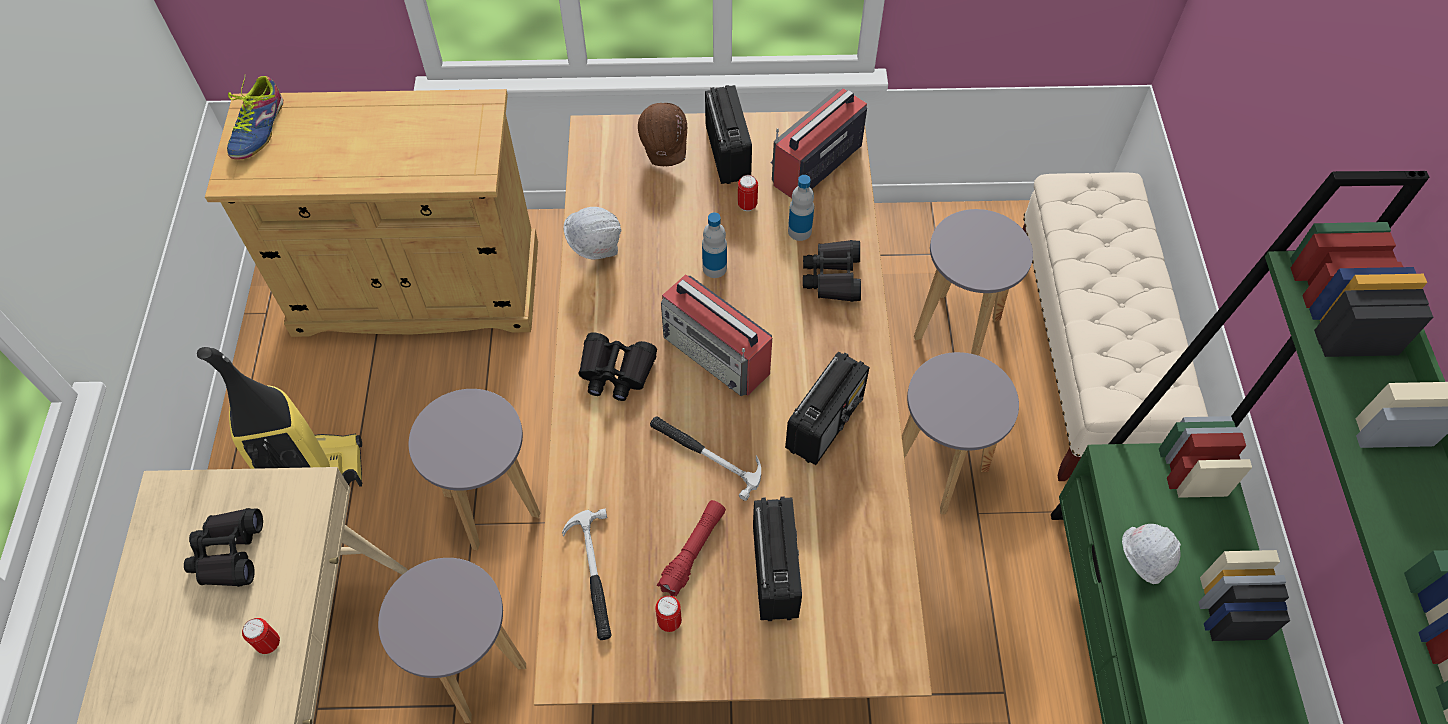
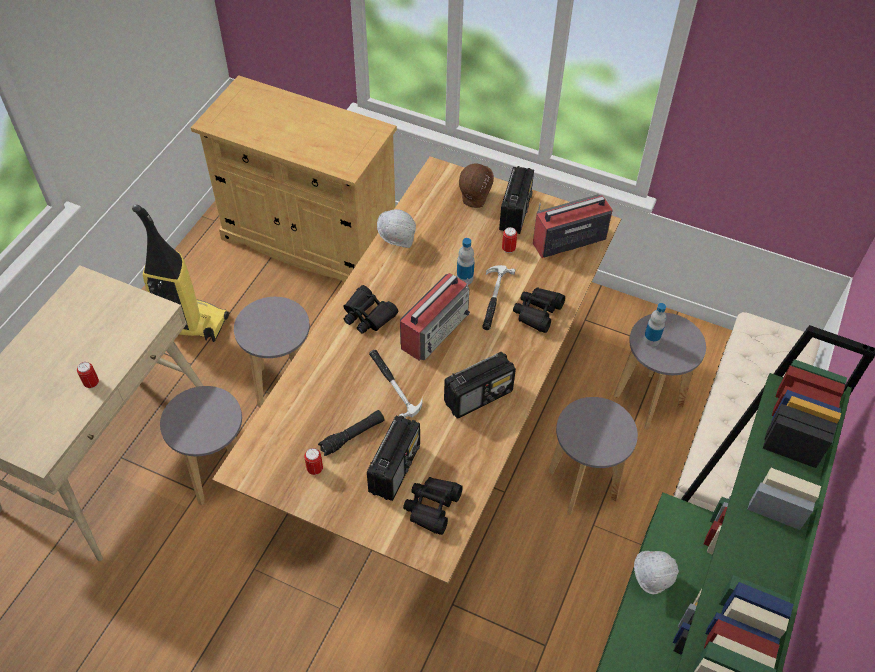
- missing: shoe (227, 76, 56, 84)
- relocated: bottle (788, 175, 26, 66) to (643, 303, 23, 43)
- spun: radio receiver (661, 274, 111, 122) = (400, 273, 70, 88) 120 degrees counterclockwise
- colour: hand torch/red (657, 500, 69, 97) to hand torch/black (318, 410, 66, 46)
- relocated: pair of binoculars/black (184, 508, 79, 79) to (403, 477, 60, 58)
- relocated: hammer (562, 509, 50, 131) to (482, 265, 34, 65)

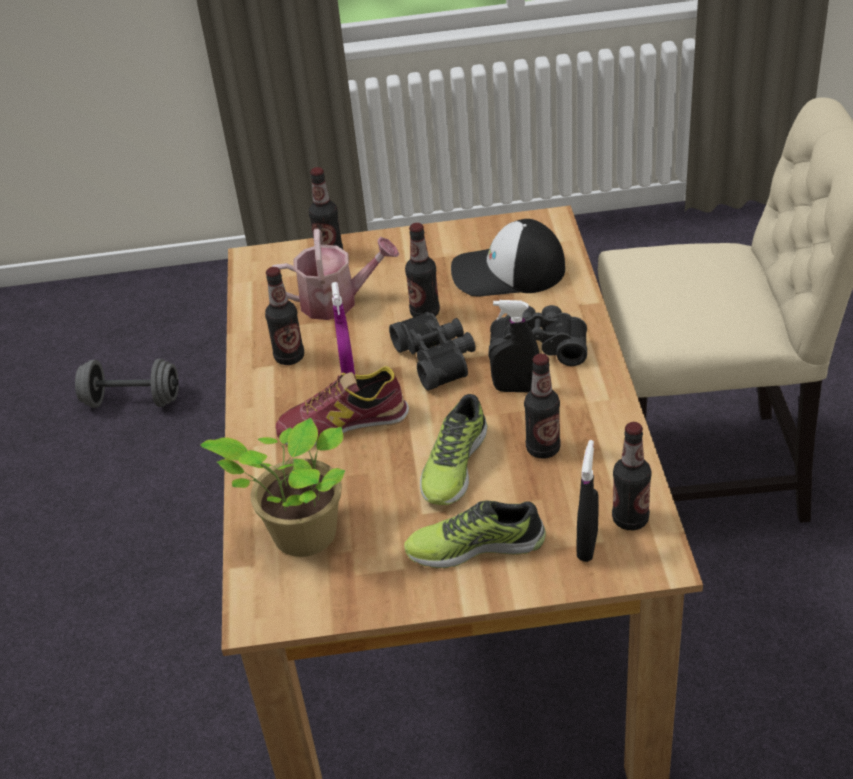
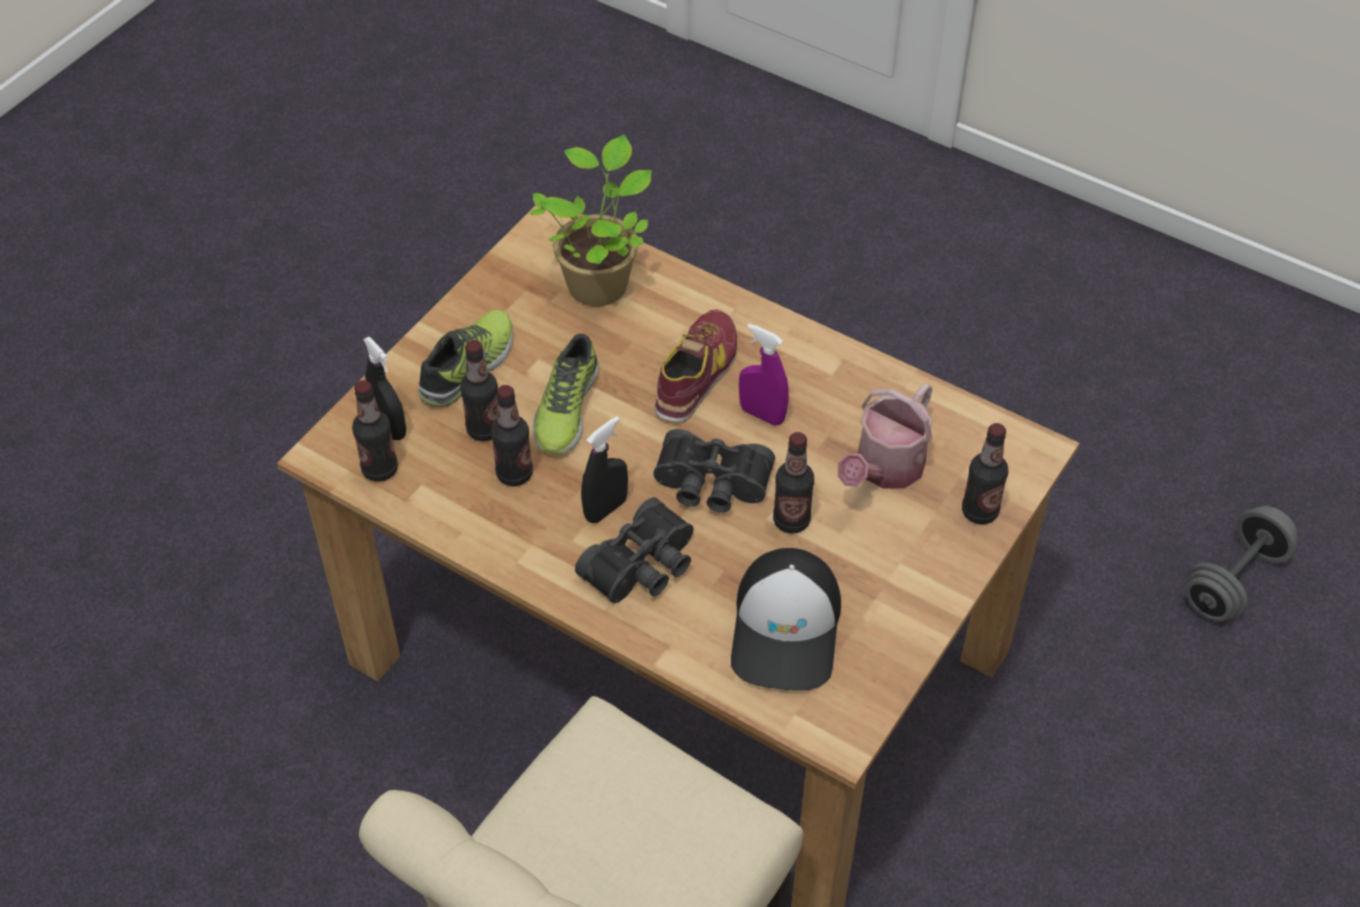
- spun: cap (451, 219, 114, 77) = (731, 548, 110, 143) 150 degrees clockwise
- relocated: bottle (265, 267, 39, 98) to (460, 340, 38, 101)
- spun: shoe (420, 394, 67, 111) = (532, 334, 67, 120) 135 degrees counterclockwise

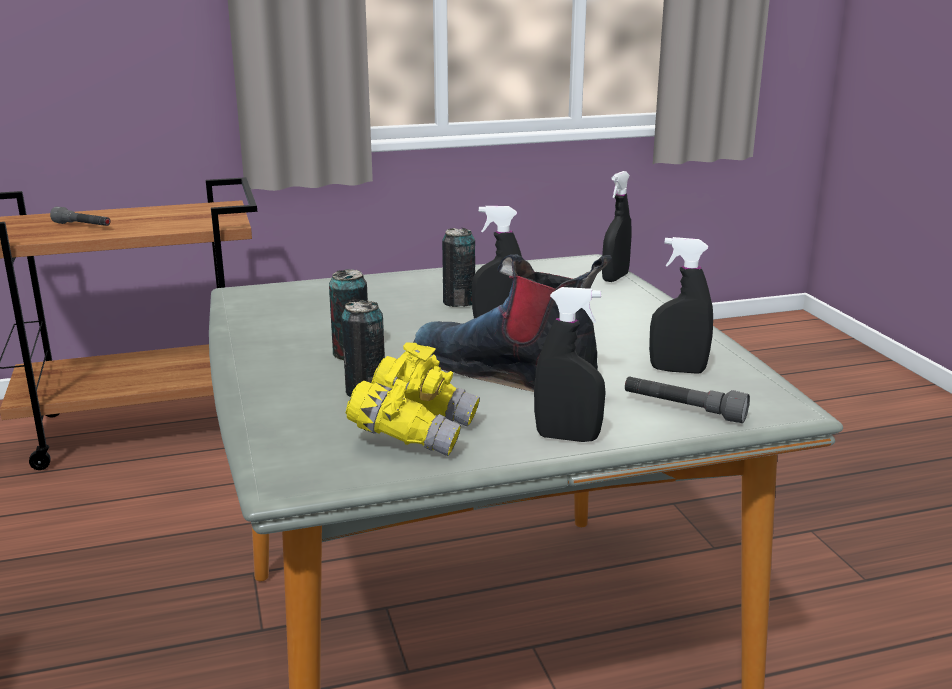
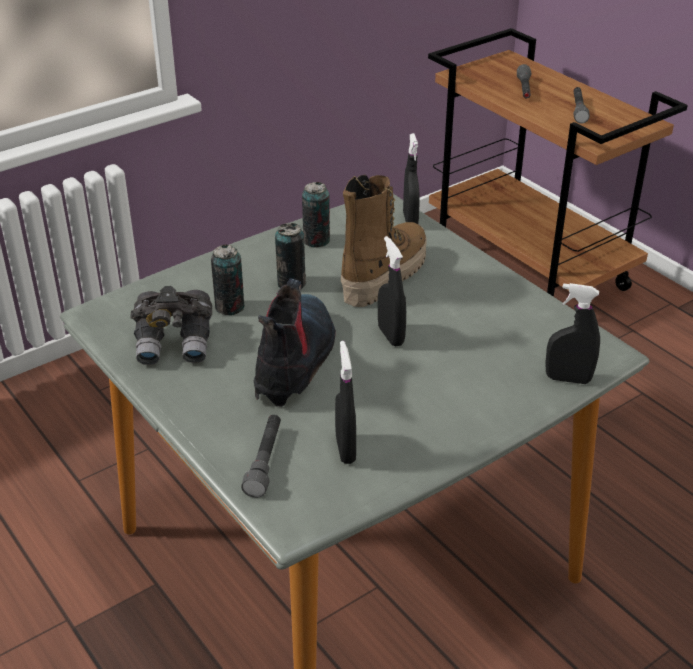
- relocated: sealed can (442, 228, 33, 79) to (302, 182, 28, 66)
- relocated: sprayer/black (534, 287, 71, 155) to (403, 133, 17, 91)
- colour: pair of binoculars/yellow-coloured (346, 343, 134, 113) to pair of binoculars/greyish (130, 286, 82, 79)
- appeared: hand torch/greyish (573, 87, 17, 37)
- appeared: high-top boot (341, 175, 85, 132)

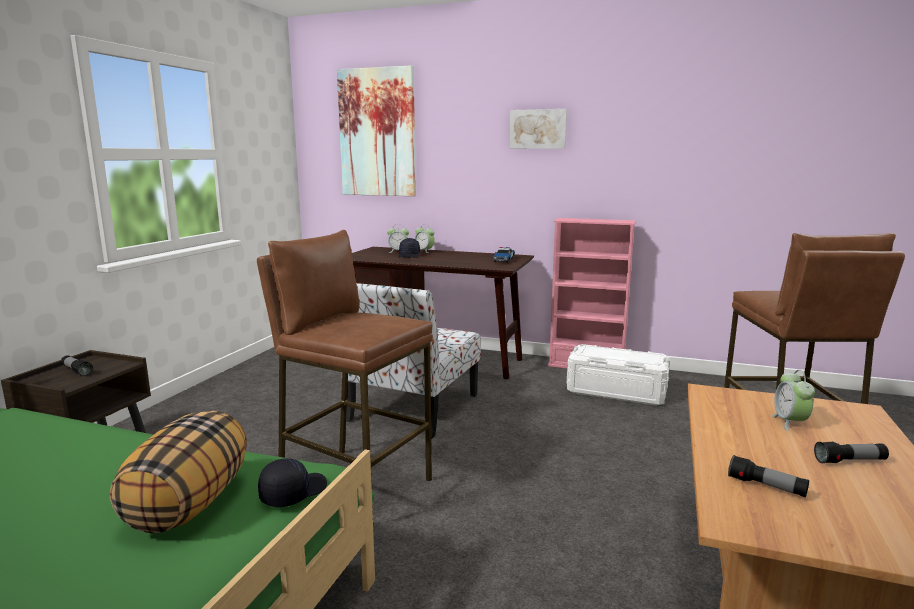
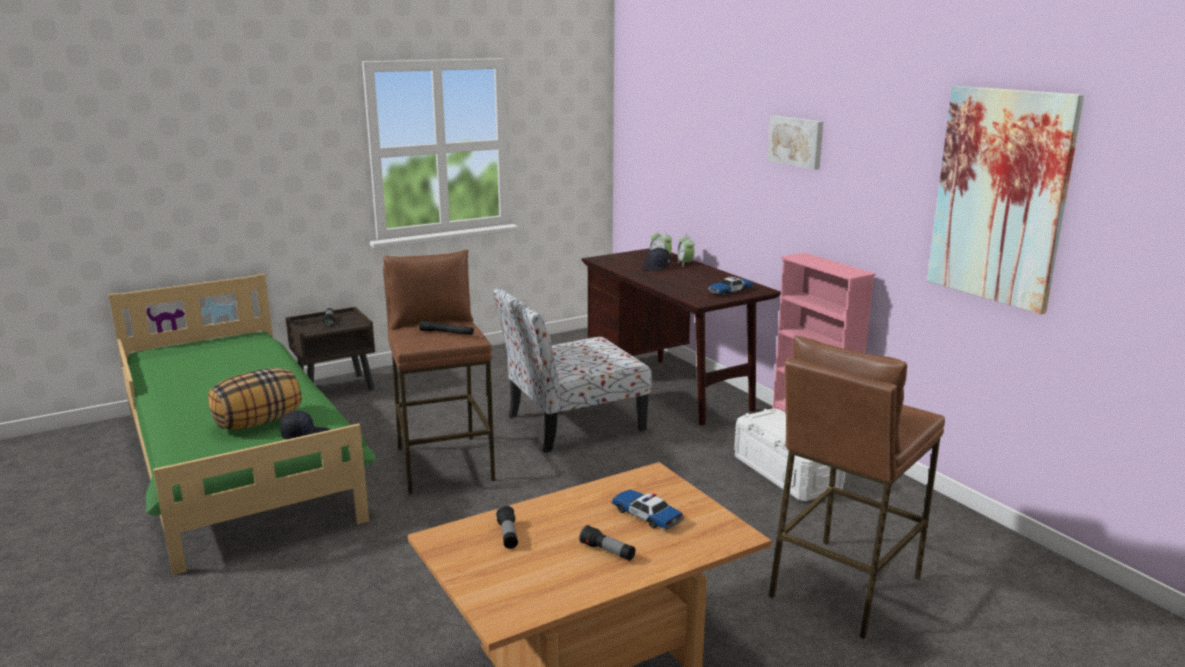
- relocated: picture (337, 65, 79, 131) to (927, 86, 157, 228)
- exchanged: alarm clock (771, 370, 44, 61) to toy car (611, 490, 73, 40)
- appeared: hand torch/black (419, 320, 55, 15)

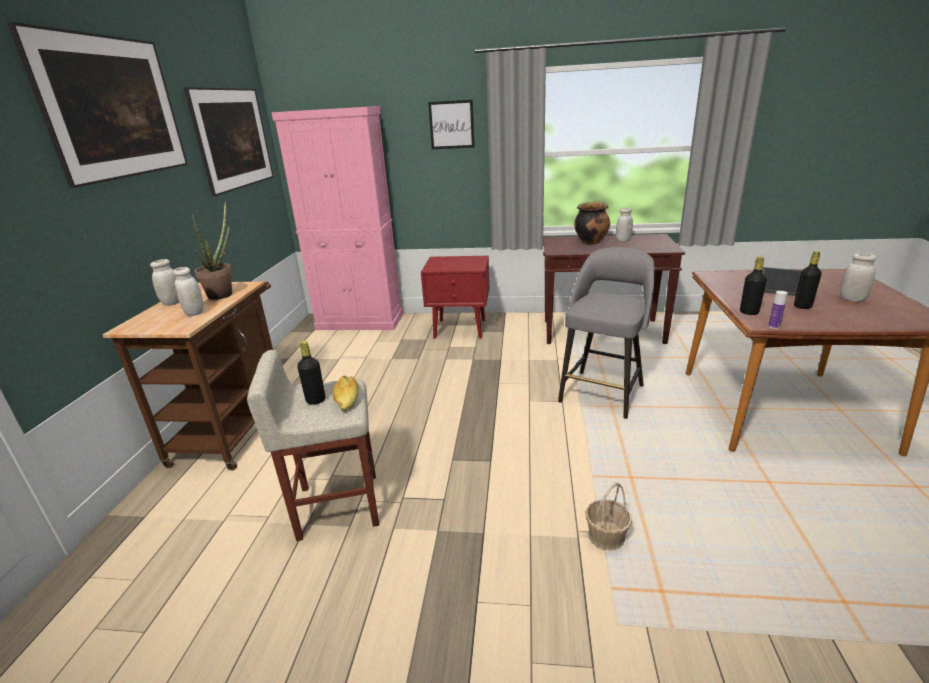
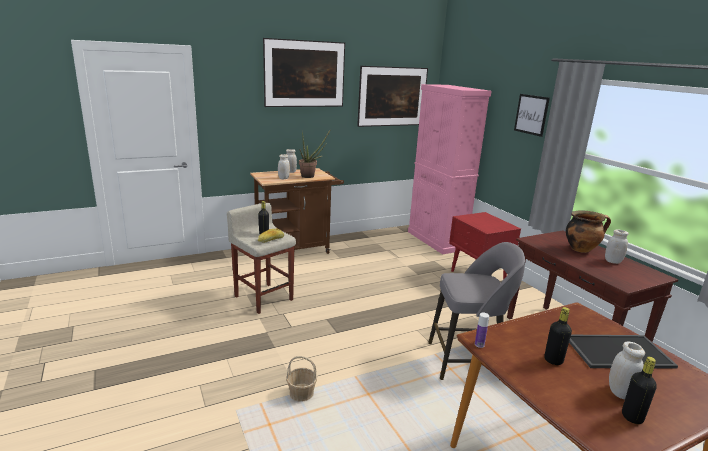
- relocated: bottle/black (740, 256, 27, 59) to (622, 357, 35, 67)

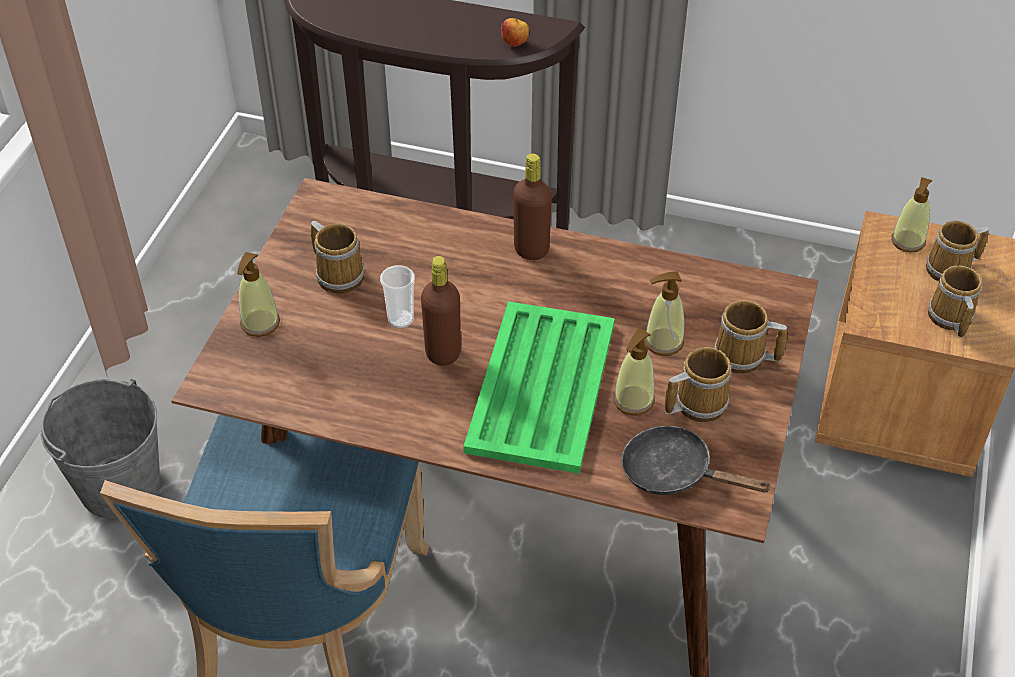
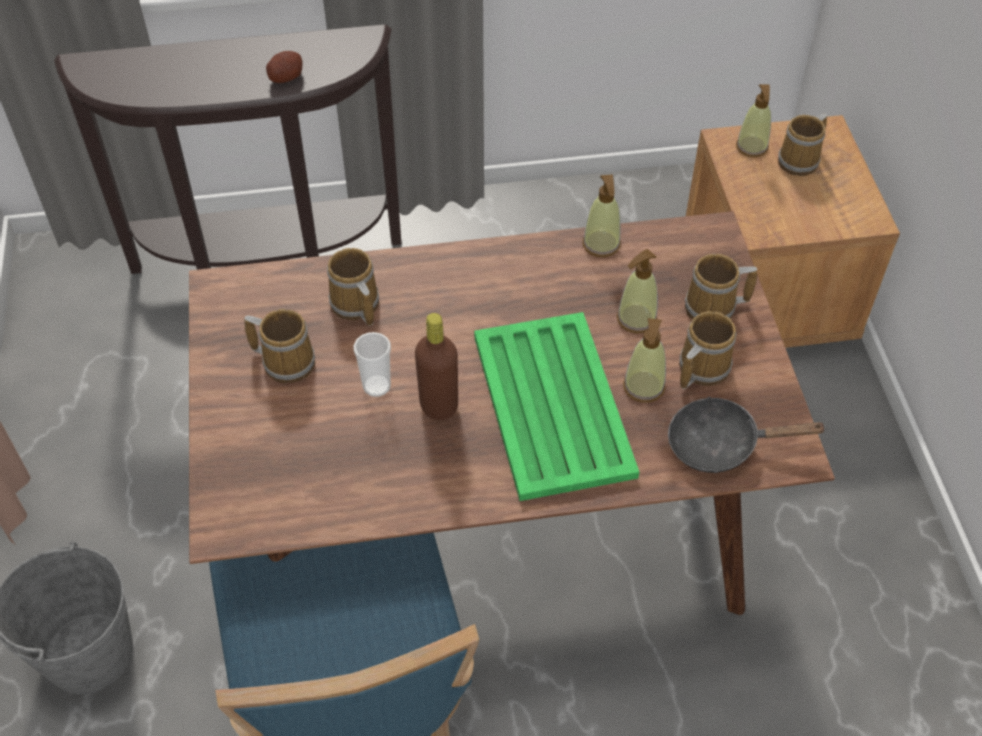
- missing: apple fruit (501, 18, 28, 29)
- missing: bottle/brown-coloured (513, 153, 39, 107)
- relocated: liquid soap bottle (237, 252, 43, 85) to (583, 174, 38, 83)
- relocated: mug (928, 265, 54, 73) to (327, 248, 52, 78)
- appeared: spud (266, 51, 36, 32)

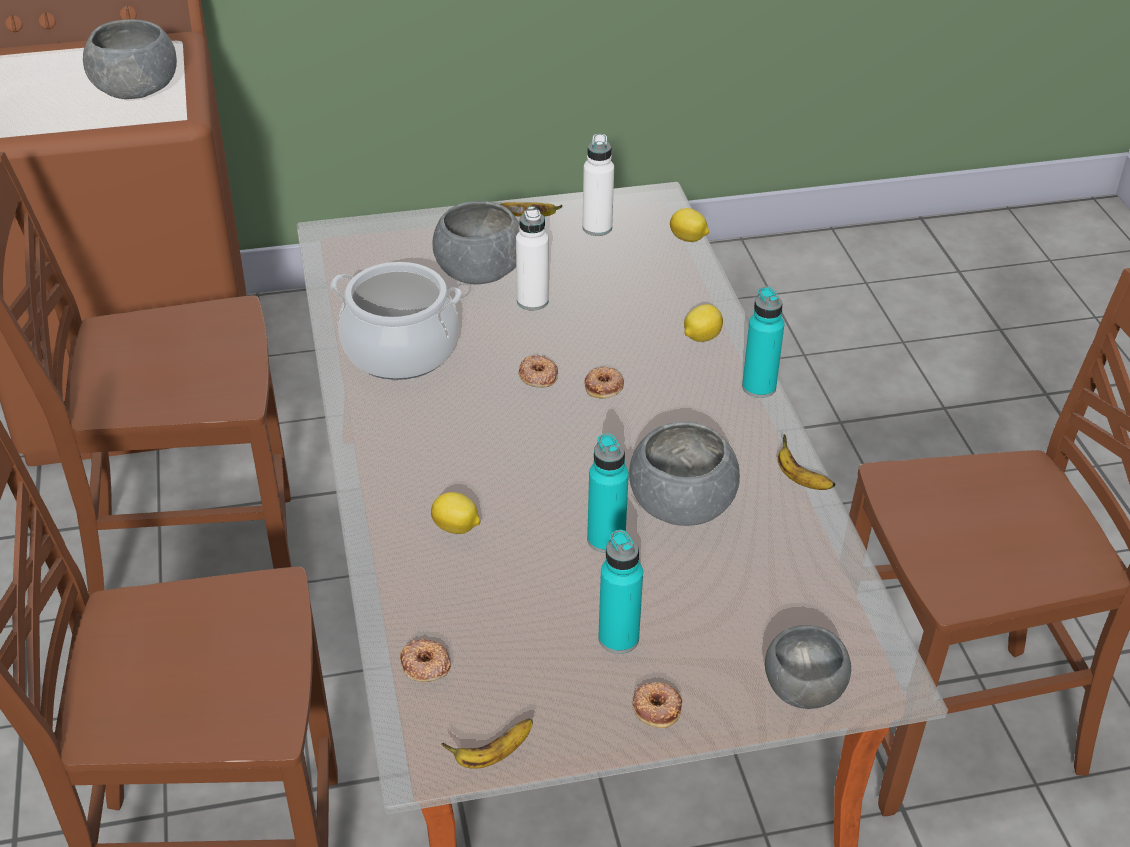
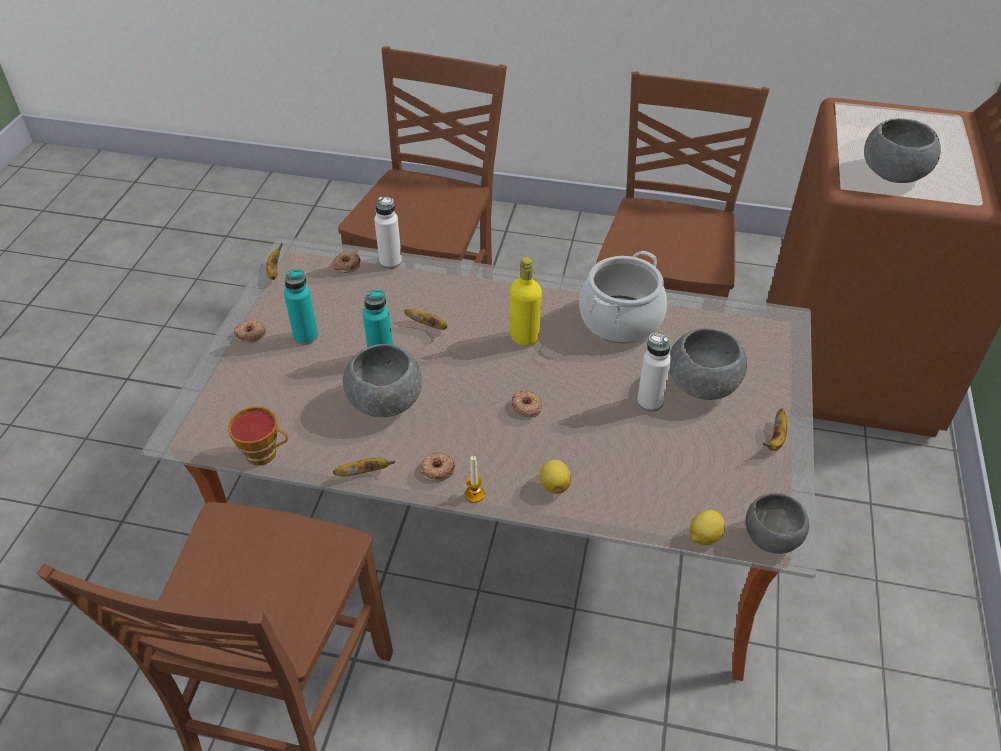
- relocated: bottle/white-coloured (582, 134, 32, 102) to (374, 197, 28, 72)
- exchanged: bottle/turquoise (742, 287, 42, 111) to wax candle (465, 456, 20, 47)
- relocated: ring doughnut (518, 355, 40, 32) to (420, 452, 35, 29)
- missing: whole lemon (431, 492, 49, 42)
- relocated: deep dish/greyish (765, 625, 86, 84) to (745, 493, 64, 61)
- appeared: bottle/yellow-coloured (510, 257, 32, 89)
- appeared: banana fruit (404, 309, 44, 21)
- appeared: drinking cup (228, 407, 60, 59)

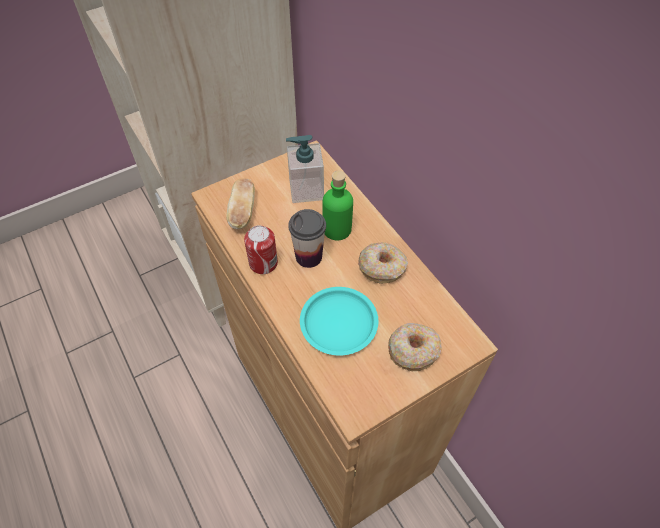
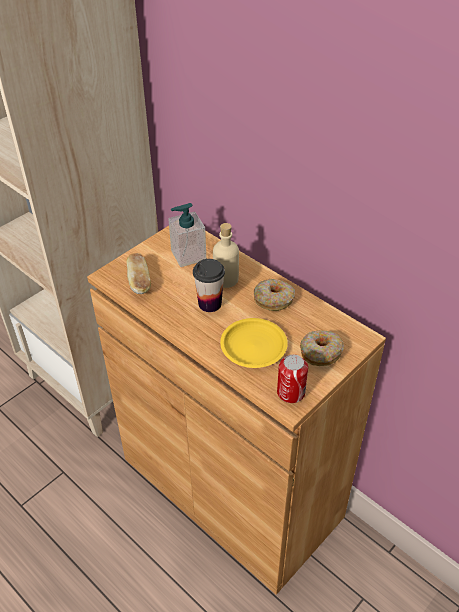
- colour: bottle/green-coloured (323, 171, 30, 70) to bottle/beige-coloured (213, 223, 26, 65)
- relocated: sealed can (244, 225, 34, 49) to (277, 354, 31, 49)
- colour: dinner plate/turquoise (300, 287, 78, 69) to dinner plate/yellow-coloured (220, 318, 68, 50)

